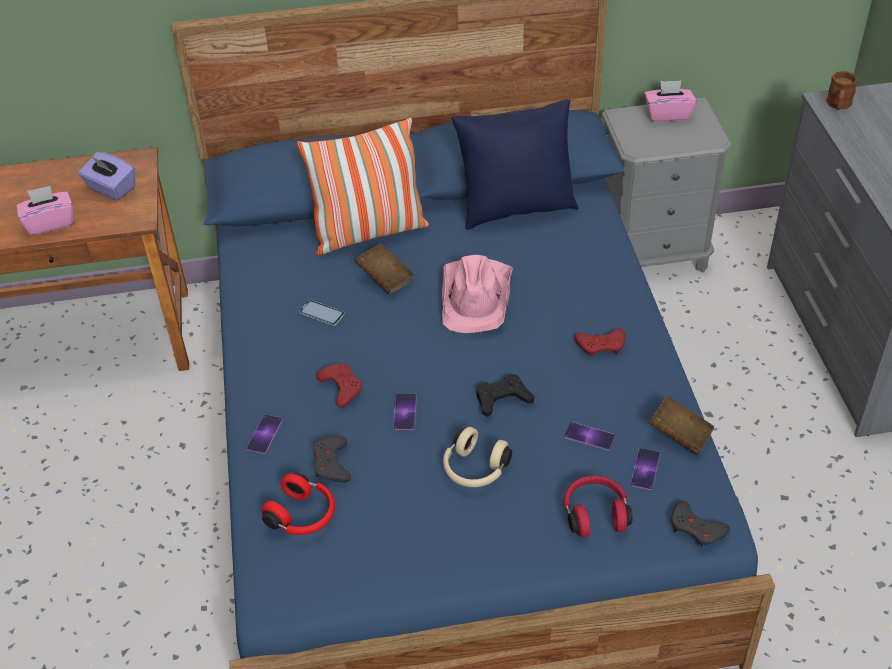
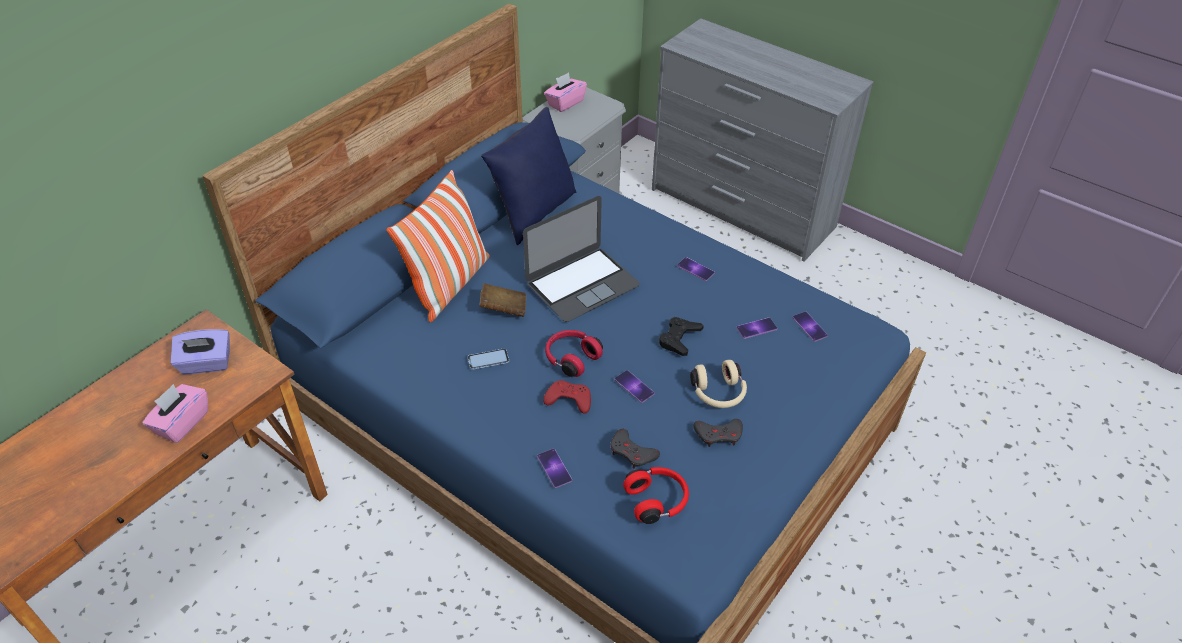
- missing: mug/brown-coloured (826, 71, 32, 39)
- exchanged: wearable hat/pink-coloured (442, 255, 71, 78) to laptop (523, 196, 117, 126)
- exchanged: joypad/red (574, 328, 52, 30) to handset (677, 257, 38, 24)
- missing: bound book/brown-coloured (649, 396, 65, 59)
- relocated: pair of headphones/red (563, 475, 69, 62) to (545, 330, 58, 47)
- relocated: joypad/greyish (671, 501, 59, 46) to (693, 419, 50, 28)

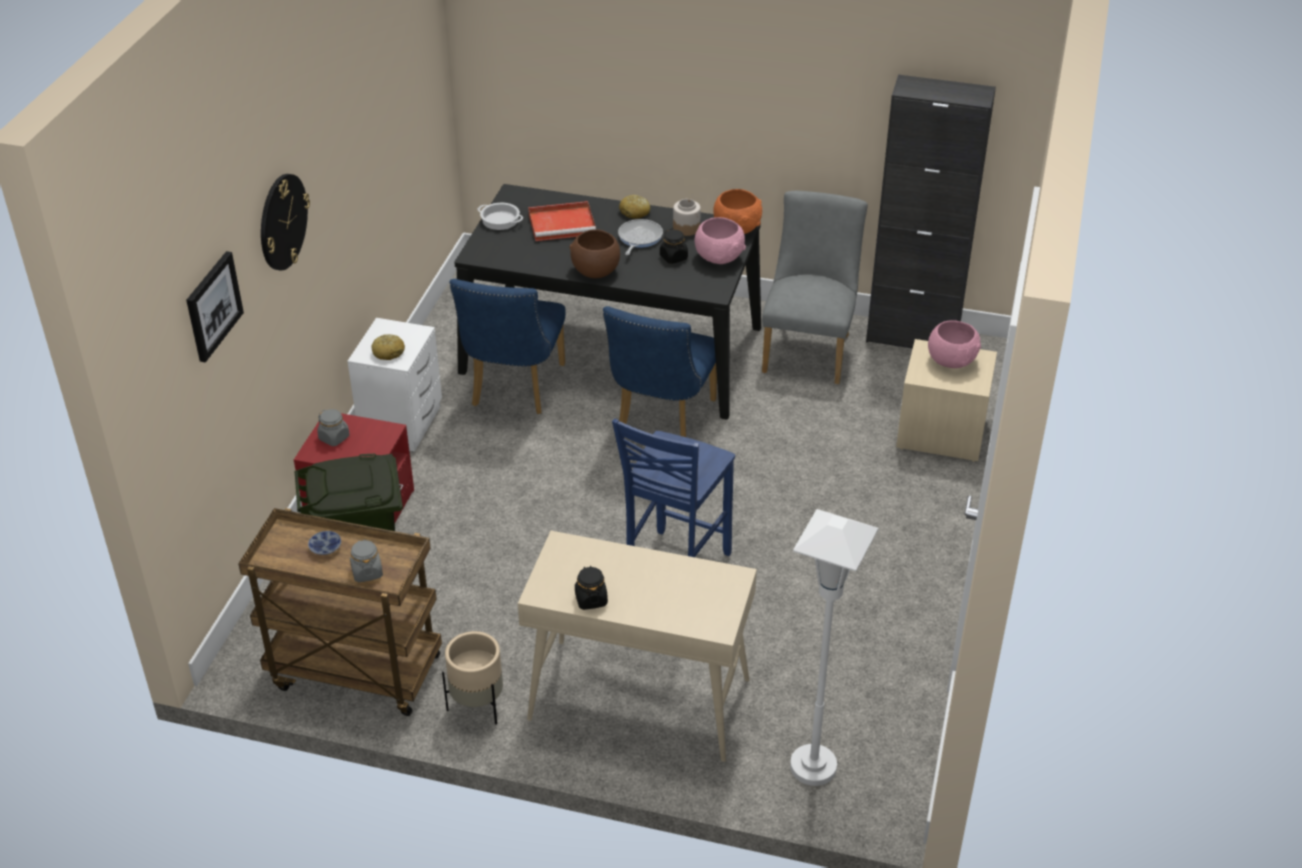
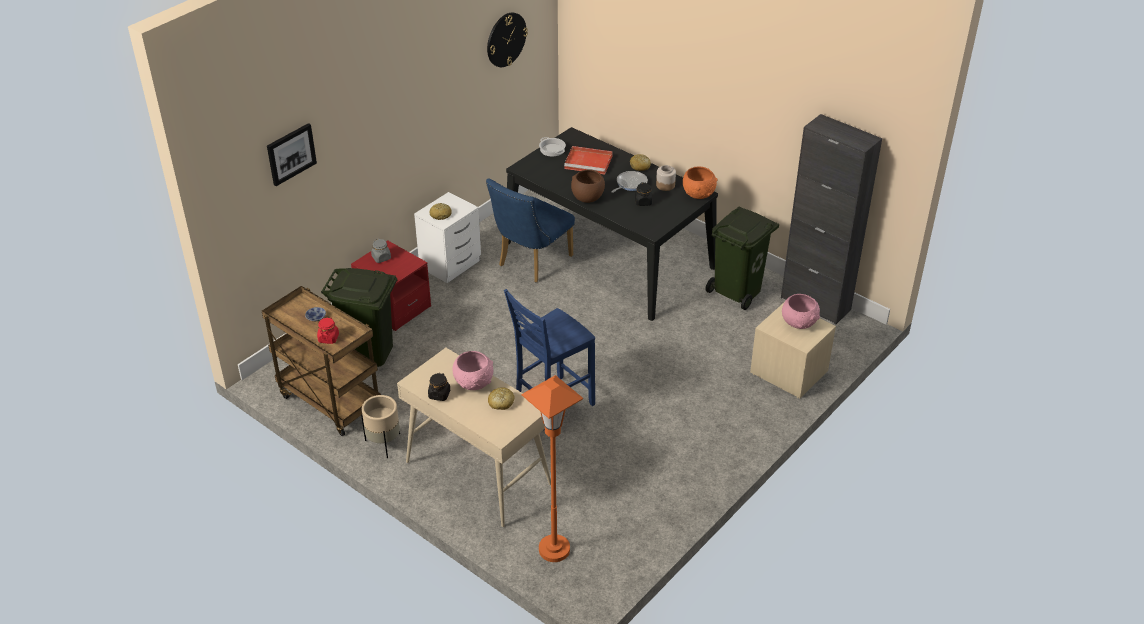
- relocated: hanging clock (261, 174, 49, 97) to (487, 12, 41, 55)
- exchanged: chair/greyish (762, 191, 106, 193) to trash can/green-coloured (705, 207, 74, 103)
- relocated: deep dish/pink-coloured (695, 217, 51, 47) to (453, 351, 40, 39)
- missing: chair/blue-coloured (603, 306, 114, 131)
- colour: standard lamp/white-coloured (790, 509, 88, 277) to standard lamp/orange-coloured (521, 375, 62, 187)
- colour: jar/greyish (350, 539, 33, 43) to jar/red (317, 317, 22, 27)
- appeared: bread (488, 387, 26, 23)

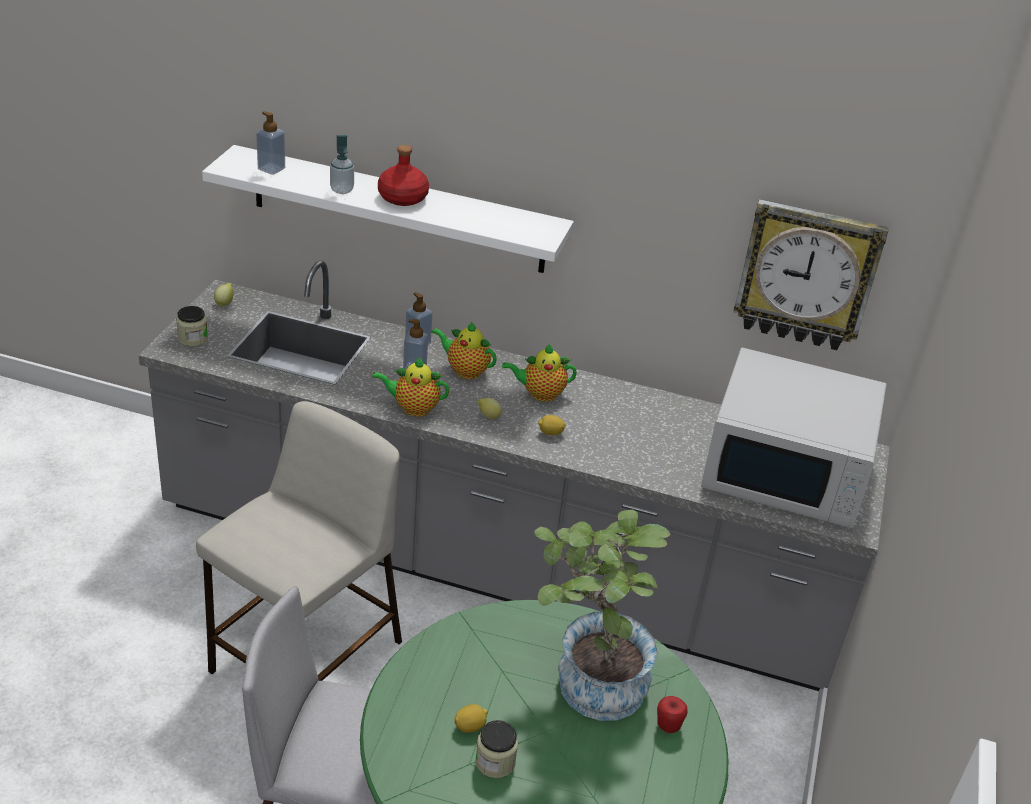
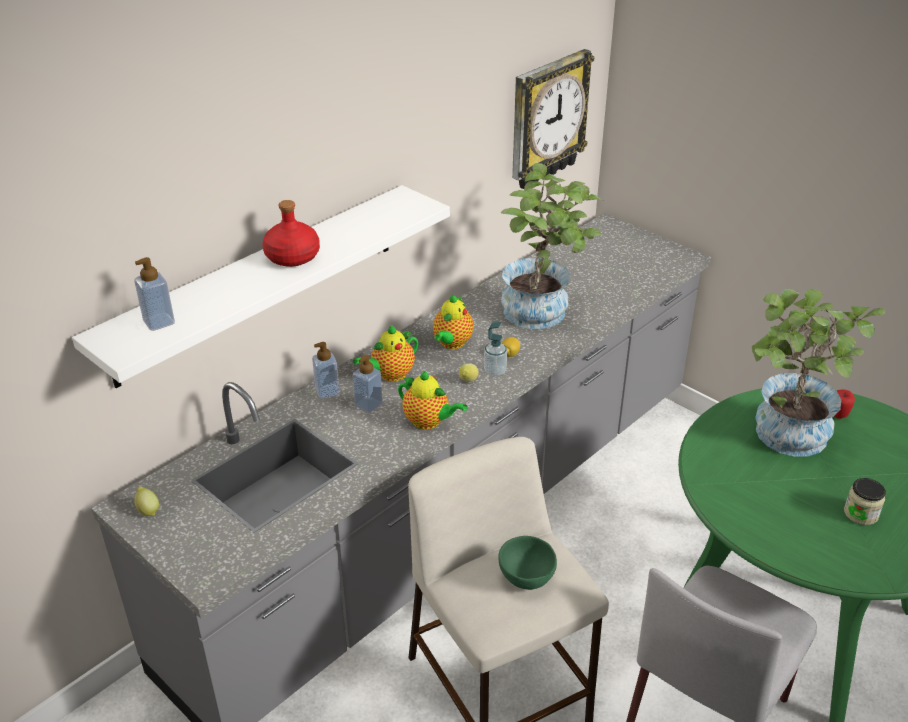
- relocated: liquid soap bottle (330, 135, 24, 59) to (484, 322, 23, 54)
- missing: jar (176, 306, 32, 41)
- missing: kitchen microwave/white-coloured (701, 348, 186, 180)
- spun: pot for tea (372, 357, 77, 59) = (398, 371, 69, 59) 90 degrees counterclockwise
- missing: whole lemon (454, 704, 34, 29)
- appeared: potted plant (501, 163, 102, 166)
- appeared: deep dish/green-coloured (498, 536, 59, 54)

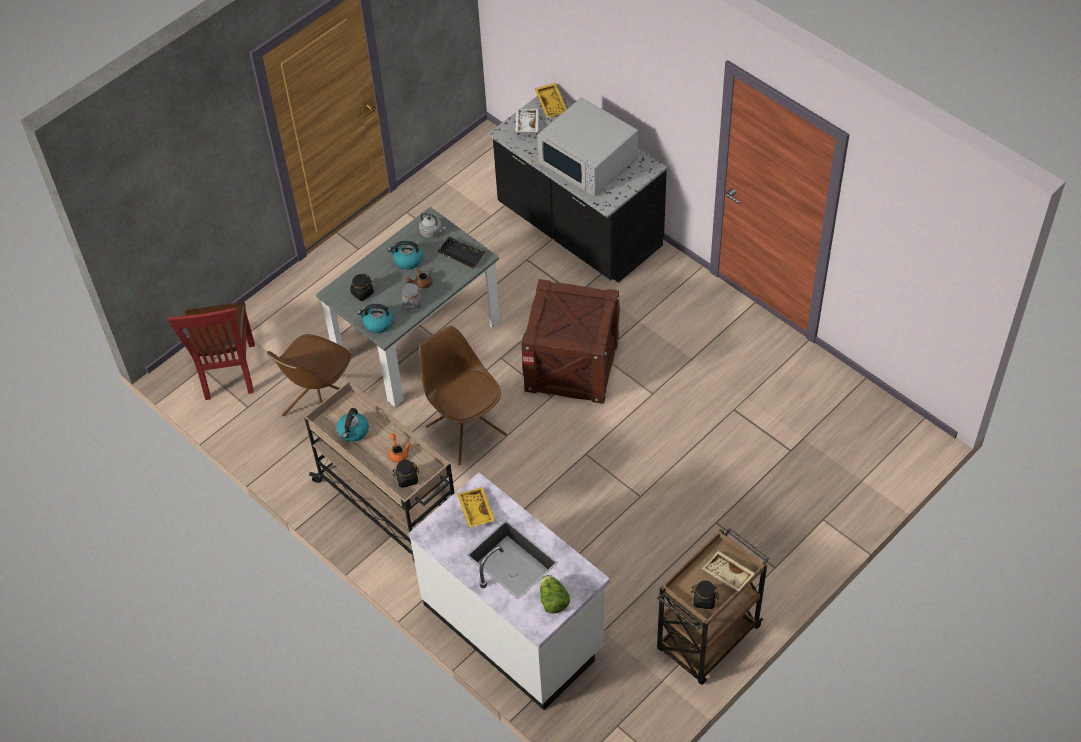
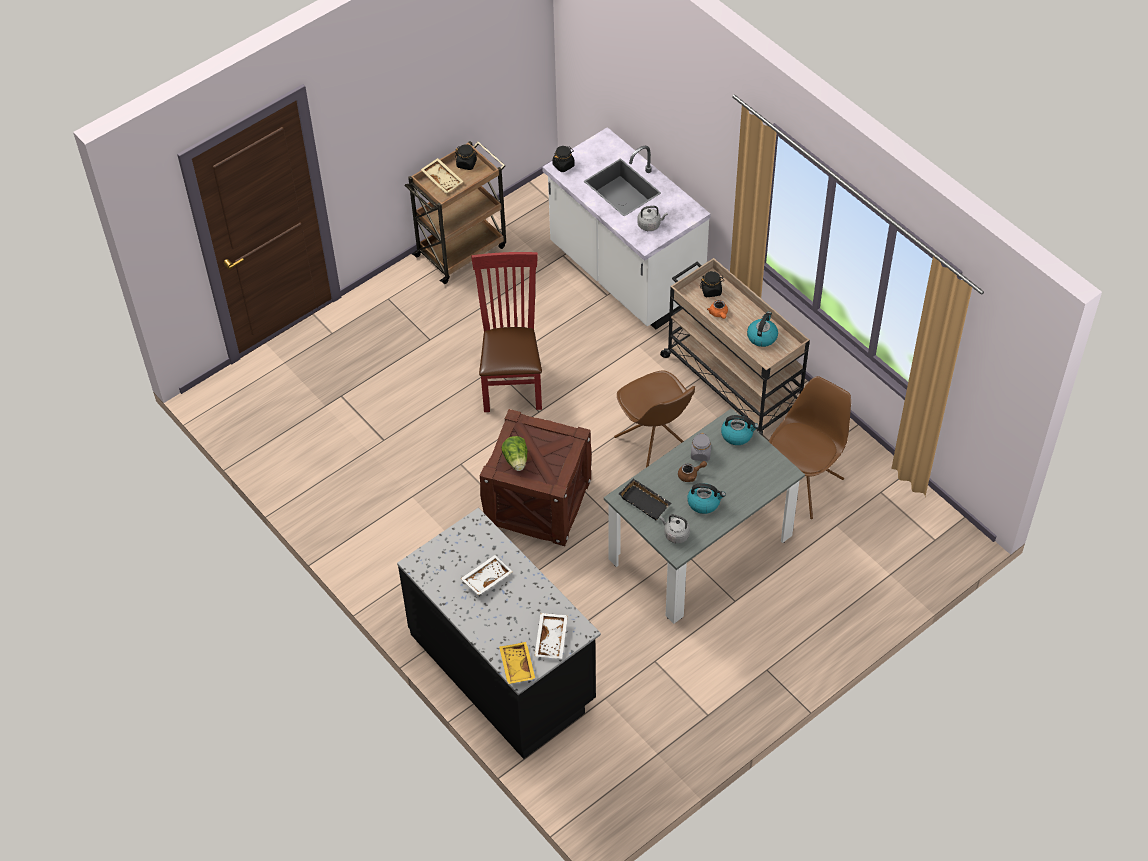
- exchanged: kitchen microwave/white-coloured (537, 97, 101, 99) to tray/white-coloured (461, 555, 52, 40)
- relocated: jar/black (350, 273, 24, 28) to (552, 146, 22, 26)
- relocated: chair/red (168, 302, 87, 98) to (471, 252, 71, 160)
- exchanged: tray/yellow-coloured (457, 487, 38, 41) to tea kettle/greyish (638, 206, 30, 25)
- relocated: head of lettuce (540, 575, 30, 39) to (501, 436, 27, 35)

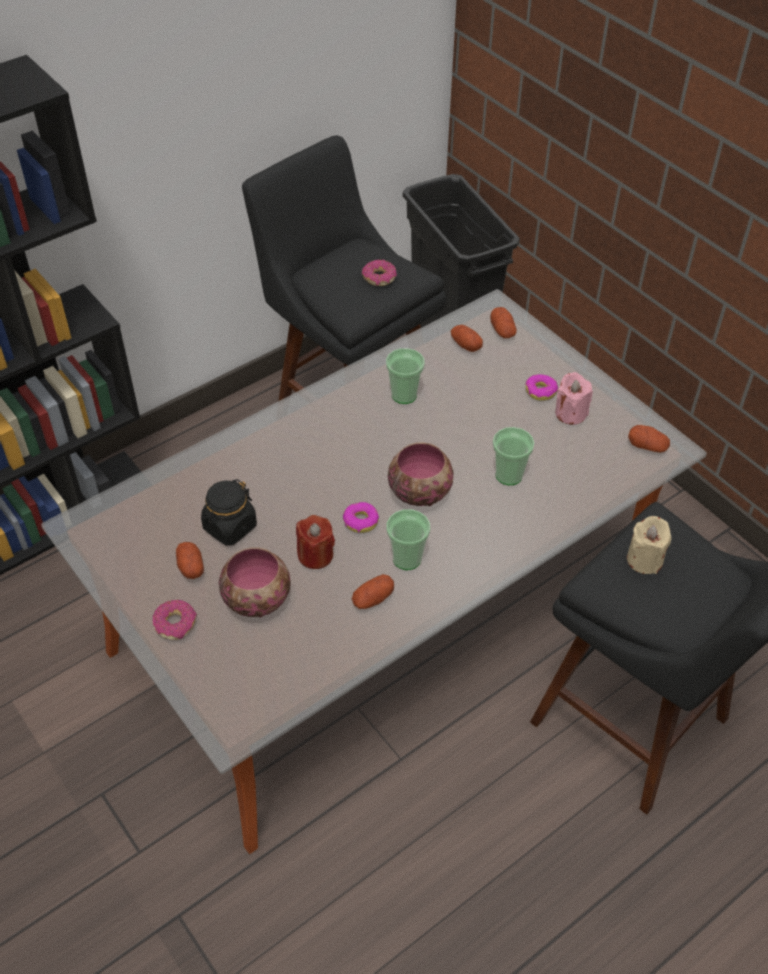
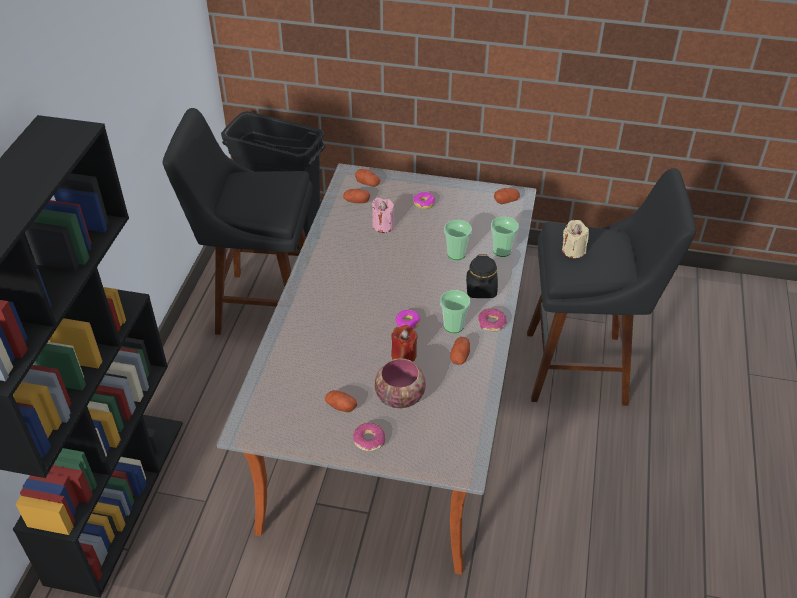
- relocated: ring doughnut (362, 260, 35, 26) to (478, 308, 29, 24)
- relocated: drinking cup (386, 348, 39, 56) to (491, 217, 28, 40)
- relocated: wax candle/pink-coloured (555, 372, 38, 53) to (372, 198, 22, 35)
- missing: deep dish (388, 442, 65, 64)
- relocated: jar/black (201, 479, 56, 67) to (466, 254, 32, 44)

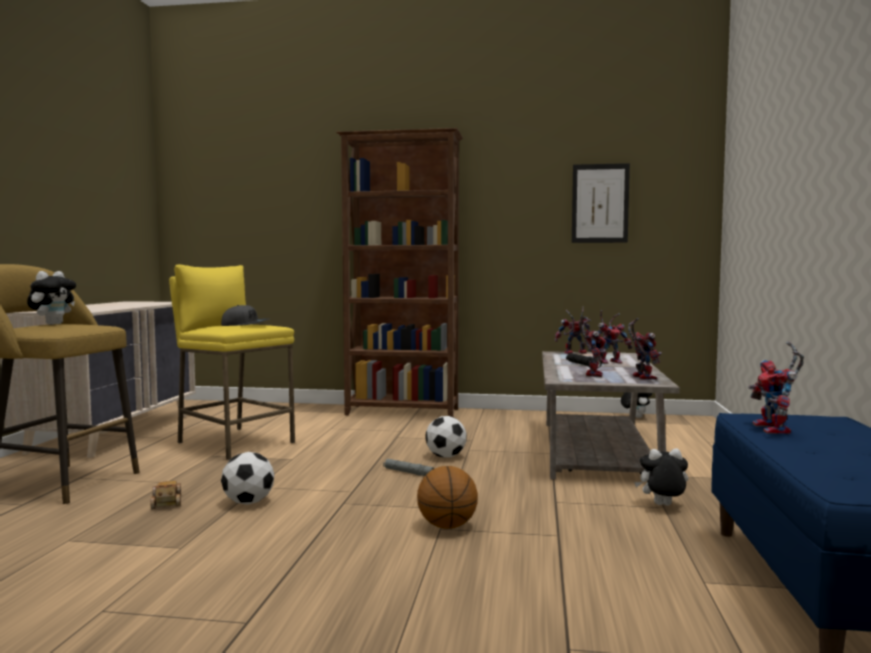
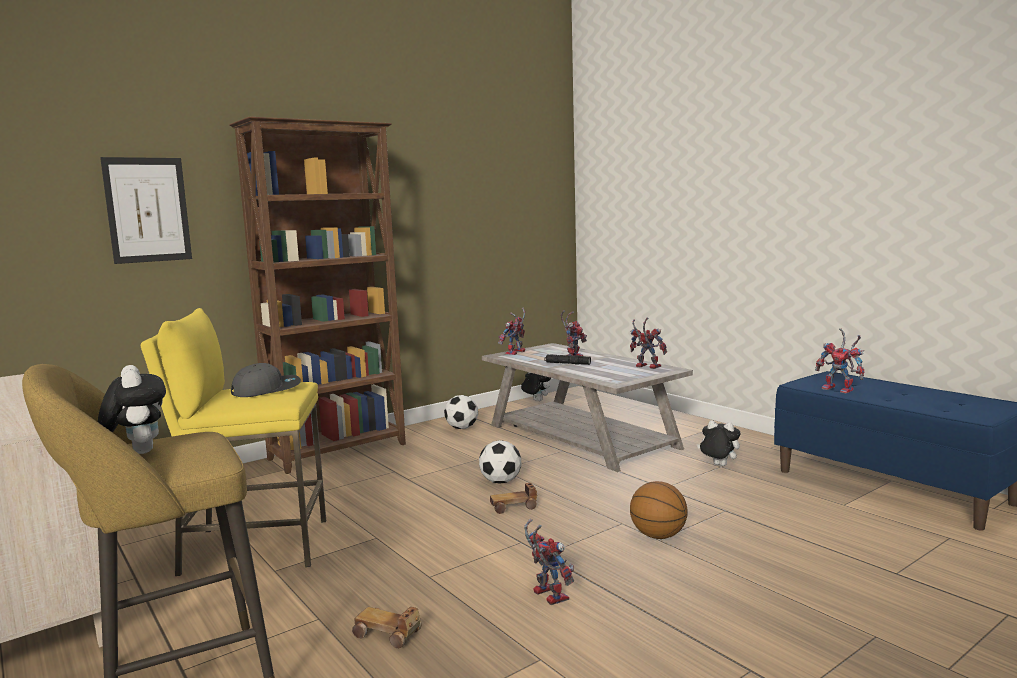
- relocated: picture (572, 163, 58, 80) to (100, 157, 92, 107)
- relocated: robot figure (579, 317, 27, 60) to (524, 519, 50, 86)
- spun: plush toy (634, 448, 54, 58) = (697, 420, 44, 46) 75 degrees clockwise
- relocated: football (221, 452, 54, 53) to (444, 395, 34, 34)
- exchanged: hand torch/greyish (383, 459, 51, 17) to toy car (490, 483, 47, 31)

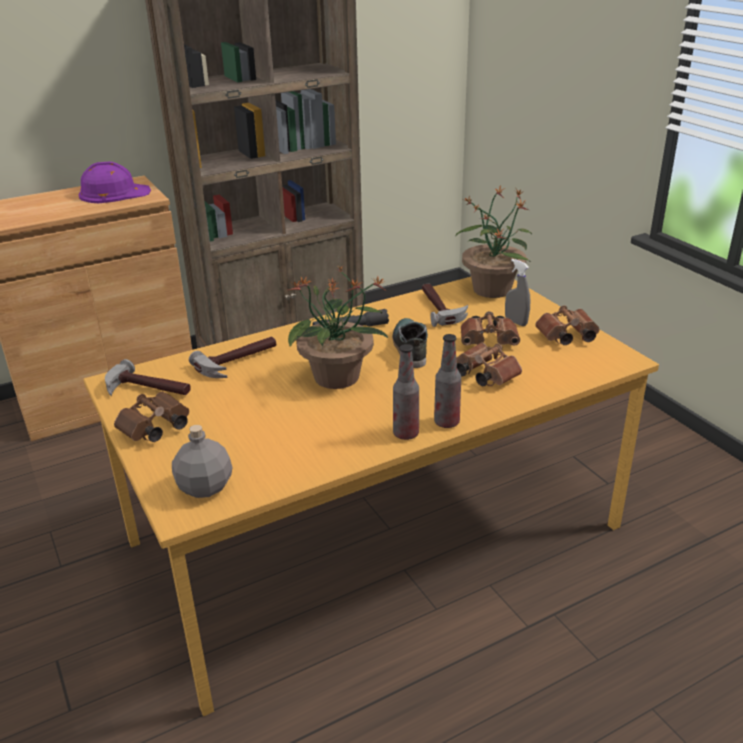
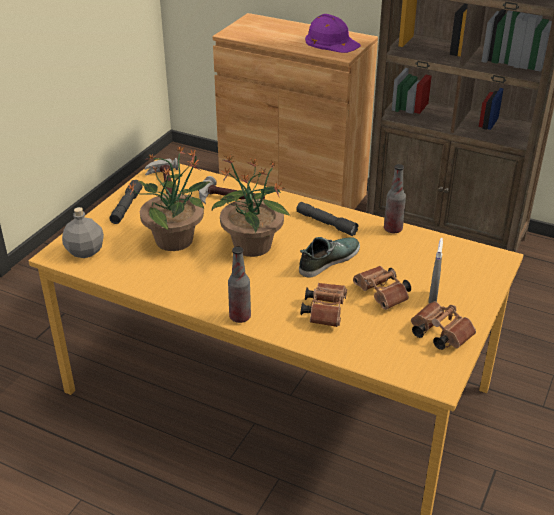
- relocated: potted plant (456, 186, 76, 112) to (126, 146, 85, 105)
- missing: hammer (422, 284, 46, 43)
- relocated: bottle (393, 344, 26, 96) to (384, 164, 22, 69)
- exchanged: pair of binoculars/brown-coloured (114, 392, 75, 50) to hand torch/greyish (109, 180, 34, 44)

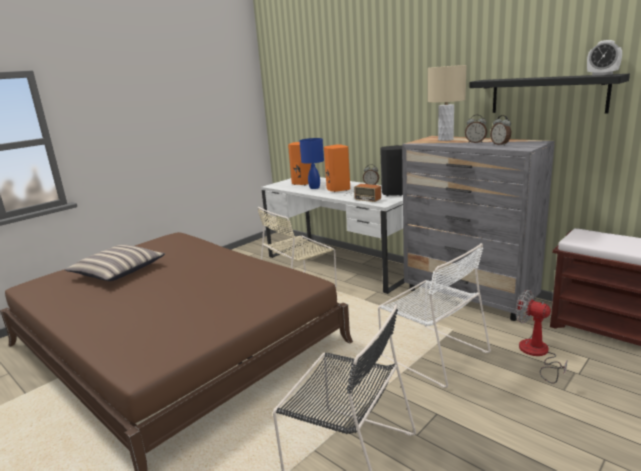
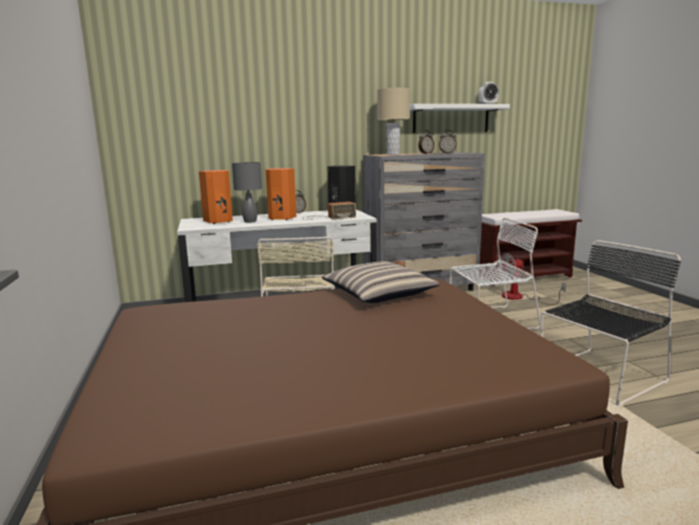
- colour: shelf/black (469, 74, 161, 39) to shelf/white-coloured (410, 104, 100, 29)
- colour: table lamp/blue-coloured (300, 138, 24, 51) to table lamp/greyish (232, 162, 30, 61)
- relocated: pillow (65, 244, 100, 37) to (322, 261, 118, 42)

